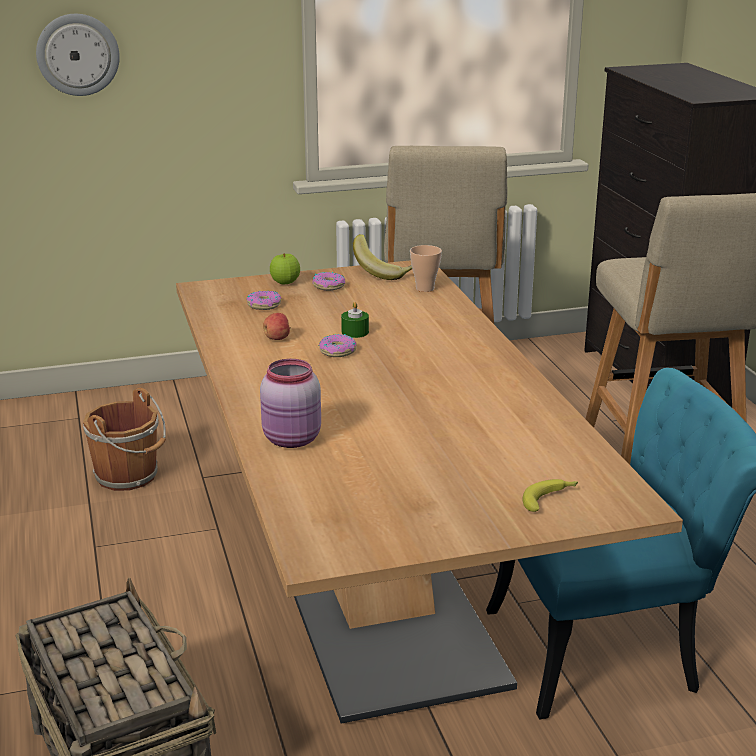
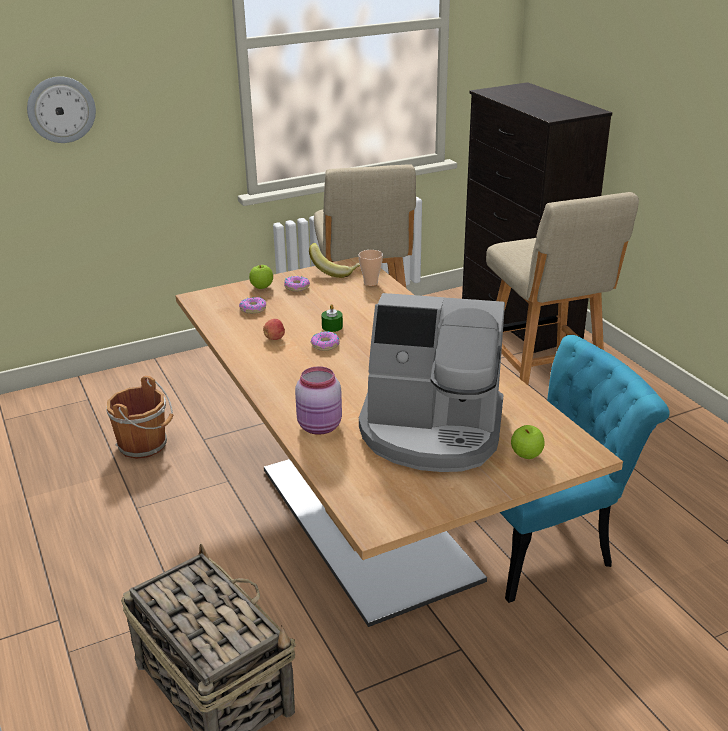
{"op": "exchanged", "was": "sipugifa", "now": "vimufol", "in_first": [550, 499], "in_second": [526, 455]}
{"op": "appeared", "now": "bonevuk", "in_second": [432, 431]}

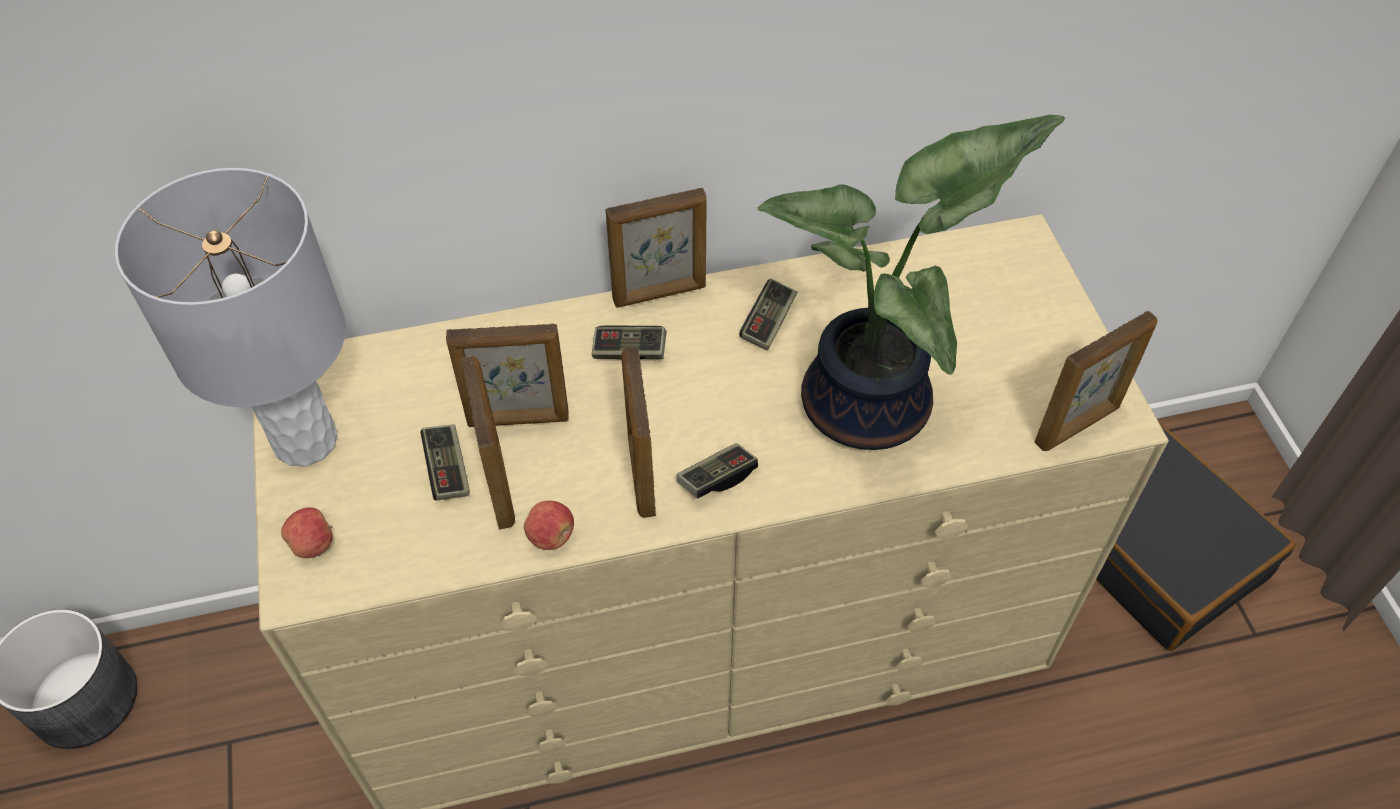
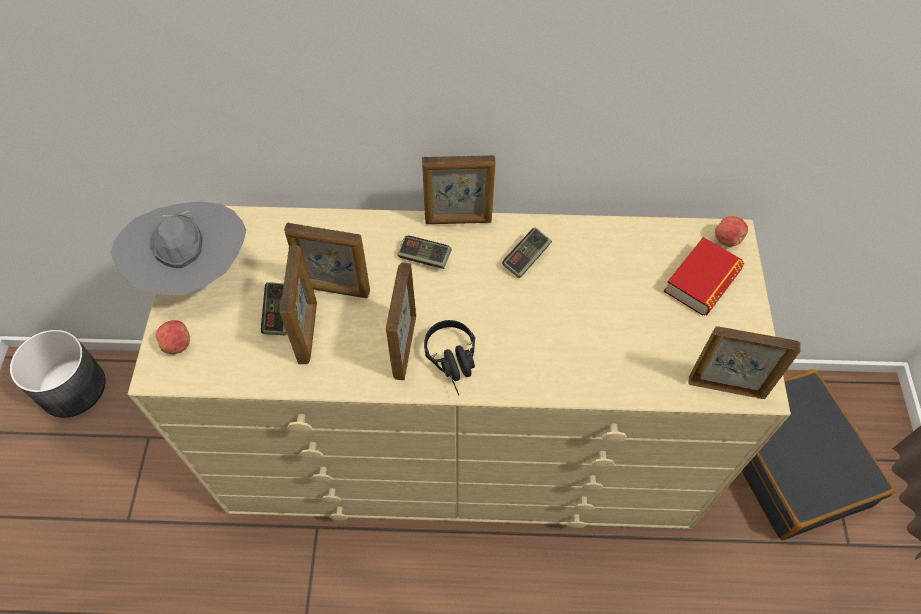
{"op": "missing", "was": "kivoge", "in_first": [873, 408]}
{"op": "exchanged", "was": "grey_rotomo", "now": "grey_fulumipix", "in_first": [305, 442], "in_second": [194, 272]}
{"op": "spun", "was": "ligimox", "in_first": [1078, 425], "in_second": [725, 386], "clockwise": -150}
{"op": "exchanged", "was": "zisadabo", "now": "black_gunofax", "in_first": [717, 478], "in_second": [454, 363]}
{"op": "relocated", "was": "vimufol", "in_first": [551, 536], "in_second": [727, 239]}
{"op": "appeared", "now": "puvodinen", "in_second": [702, 281]}

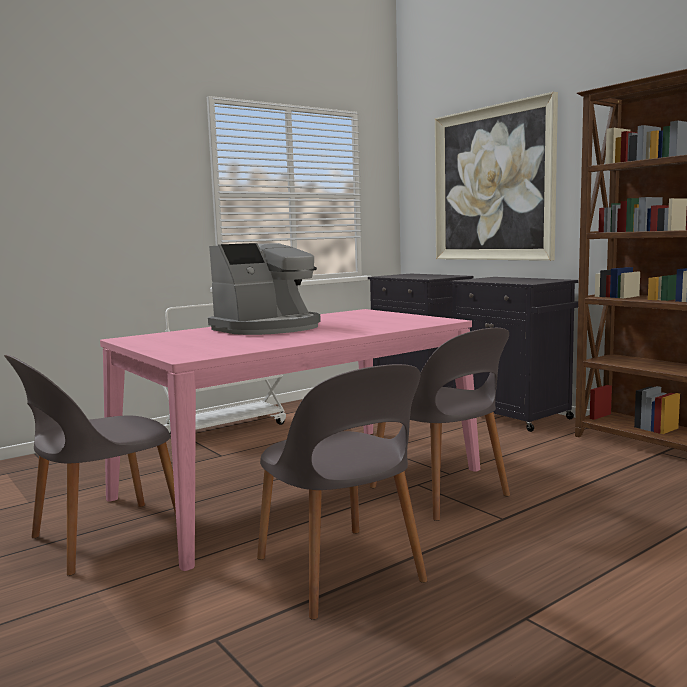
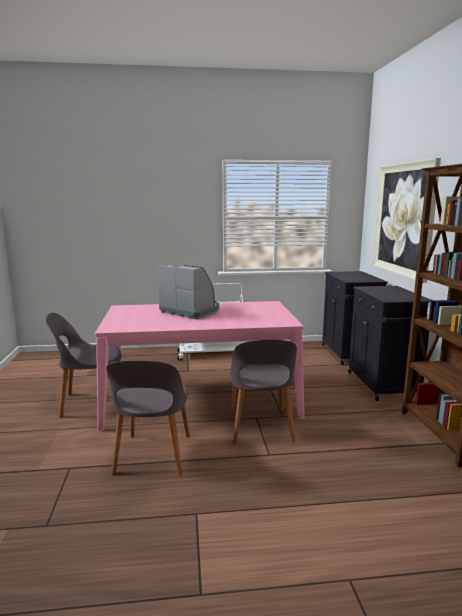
{"op": "spun", "was": "bonevuk", "in_first": [268, 328], "in_second": [191, 311], "clockwise": -135}

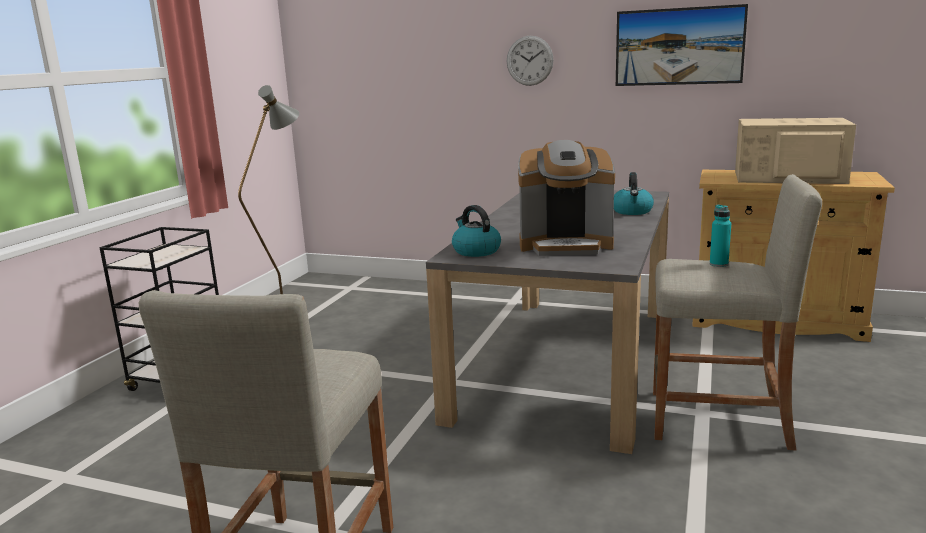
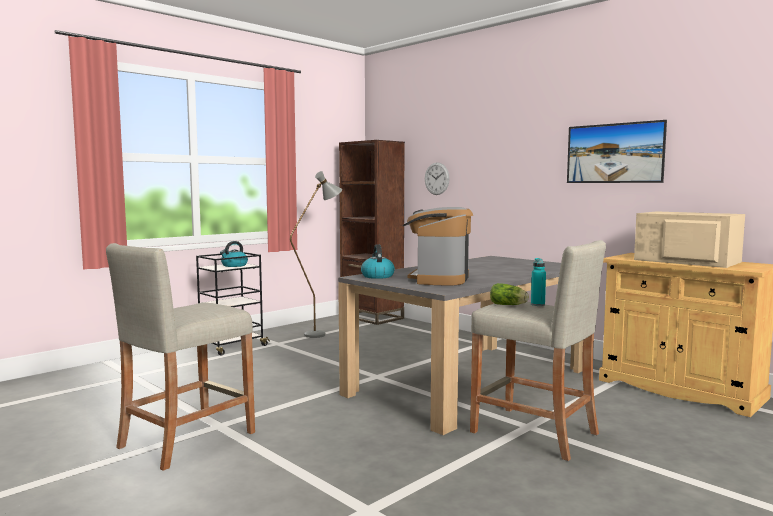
{"op": "relocated", "was": "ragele", "in_first": [529, 60], "in_second": [436, 178]}
{"op": "spun", "was": "bonevuk", "in_first": [565, 245], "in_second": [438, 279], "clockwise": 75}
{"op": "relocated", "was": "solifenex", "in_first": [632, 211], "in_second": [234, 265]}
{"op": "appeared", "now": "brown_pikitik", "in_second": [371, 317]}
{"op": "appeared", "now": "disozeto", "in_second": [509, 305]}

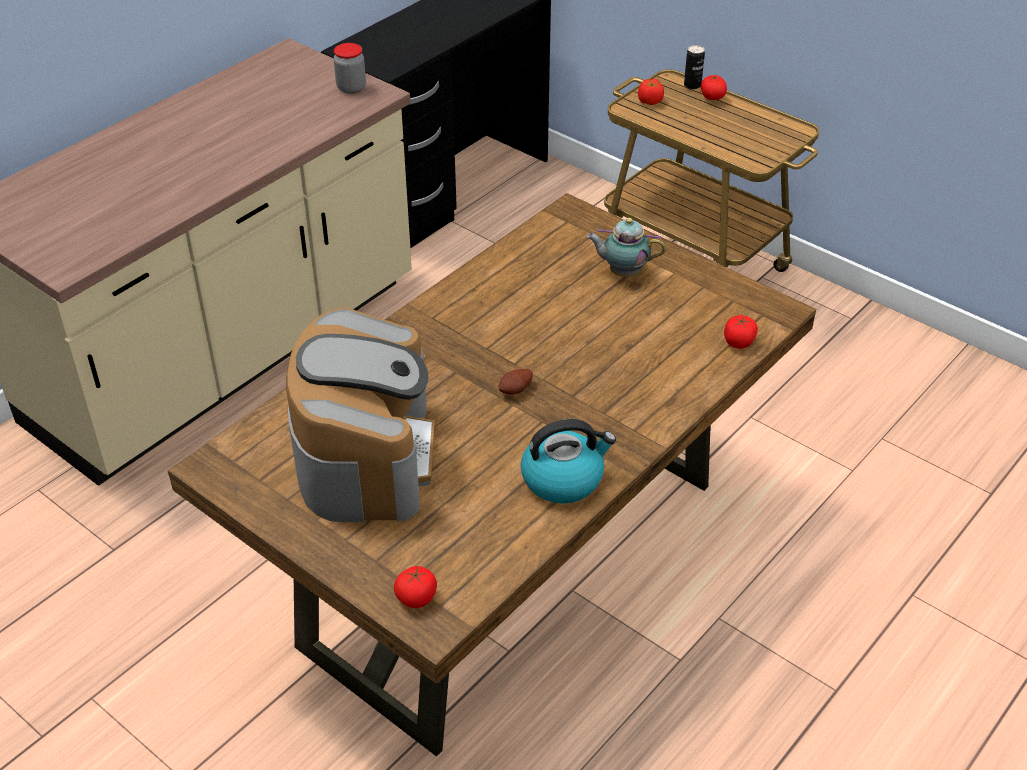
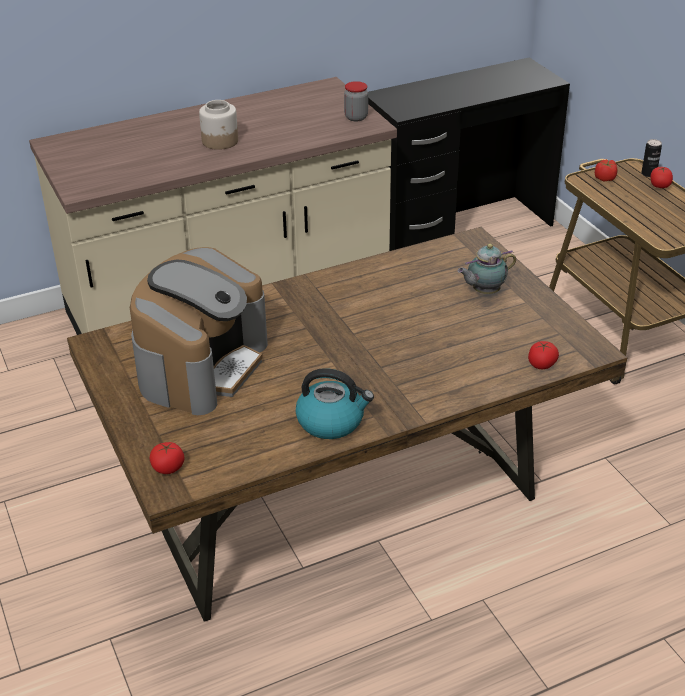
{"op": "spun", "was": "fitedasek", "in_first": [623, 272], "in_second": [484, 292], "clockwise": -60}
{"op": "missing", "was": "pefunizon", "in_first": [516, 390]}
{"op": "appeared", "now": "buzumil", "in_second": [220, 141]}

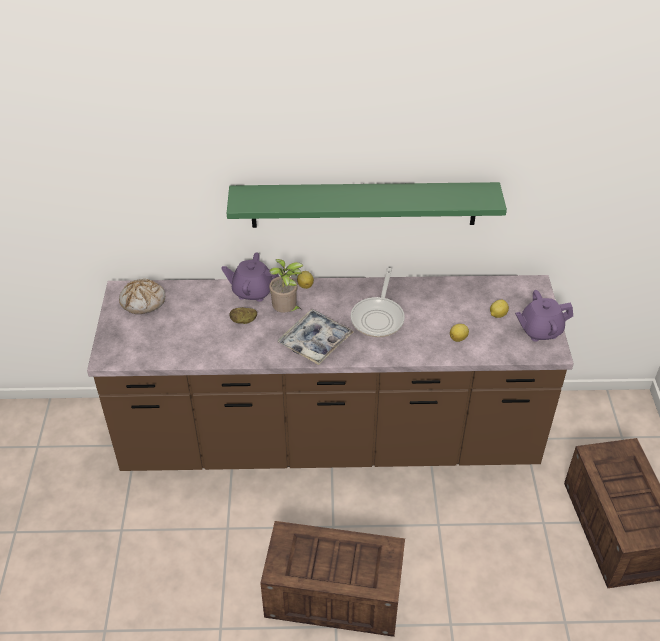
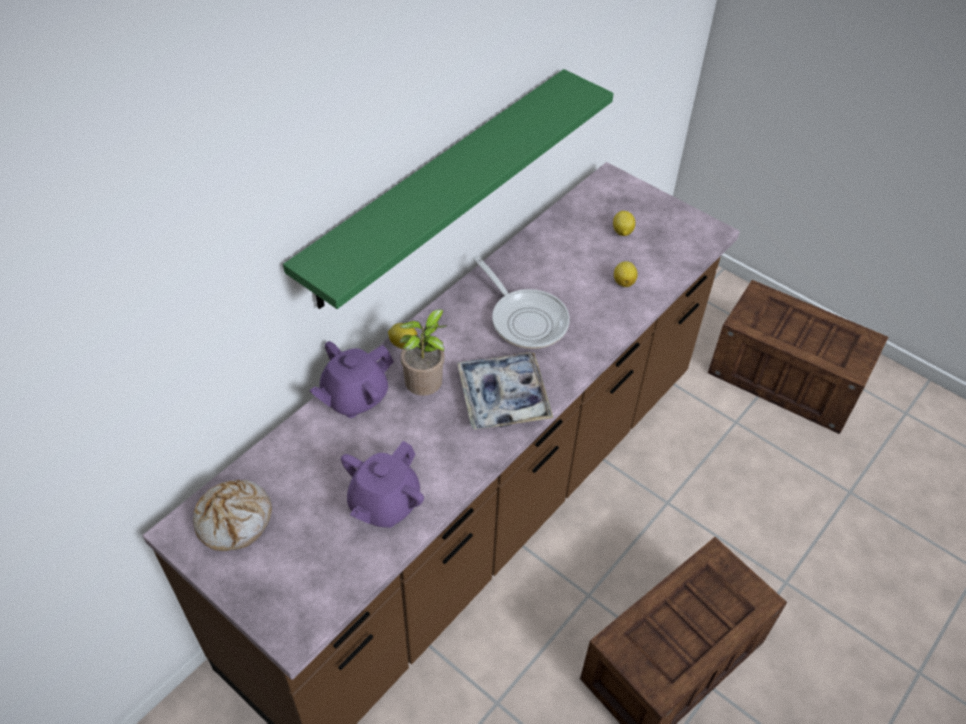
{"op": "relocated", "was": "purple_fitedasek", "in_first": [540, 330], "in_second": [384, 504]}
{"op": "missing", "was": "pefunizon", "in_first": [244, 321]}

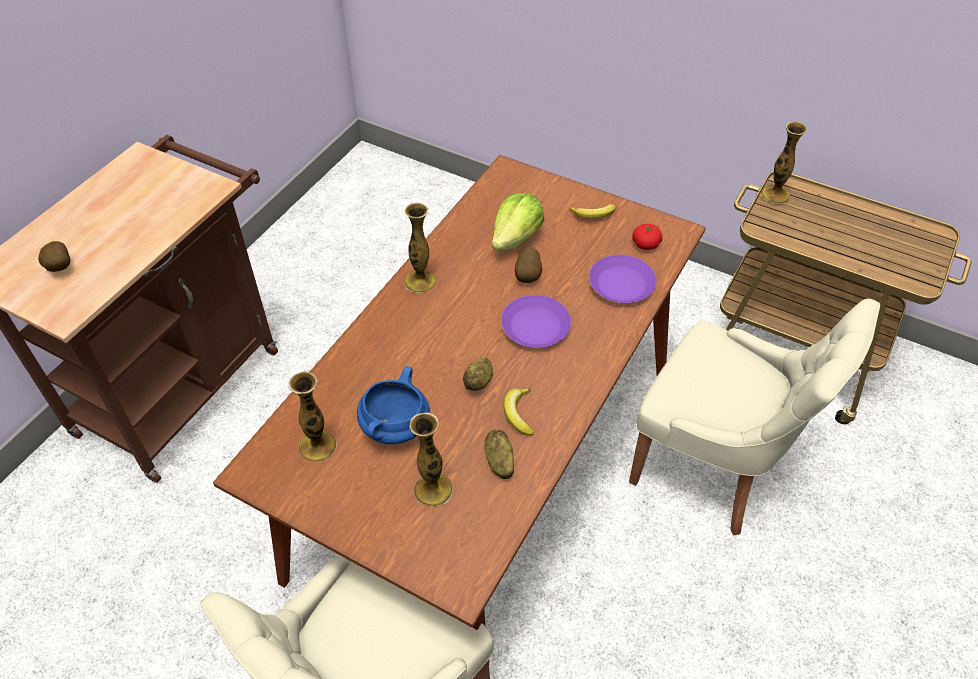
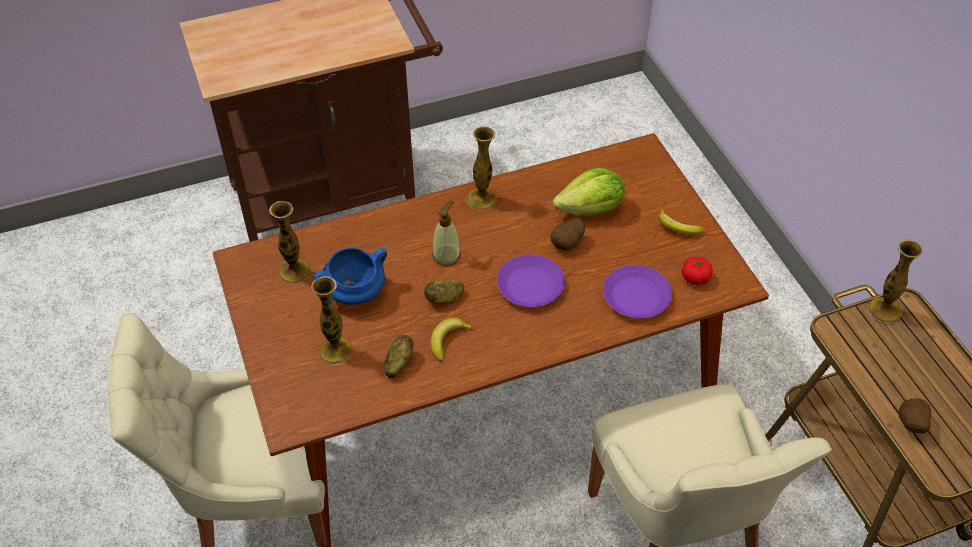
{"op": "relocated", "was": "pefunizon", "in_first": [59, 268], "in_second": [909, 425]}
{"op": "appeared", "now": "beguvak", "in_second": [446, 255]}

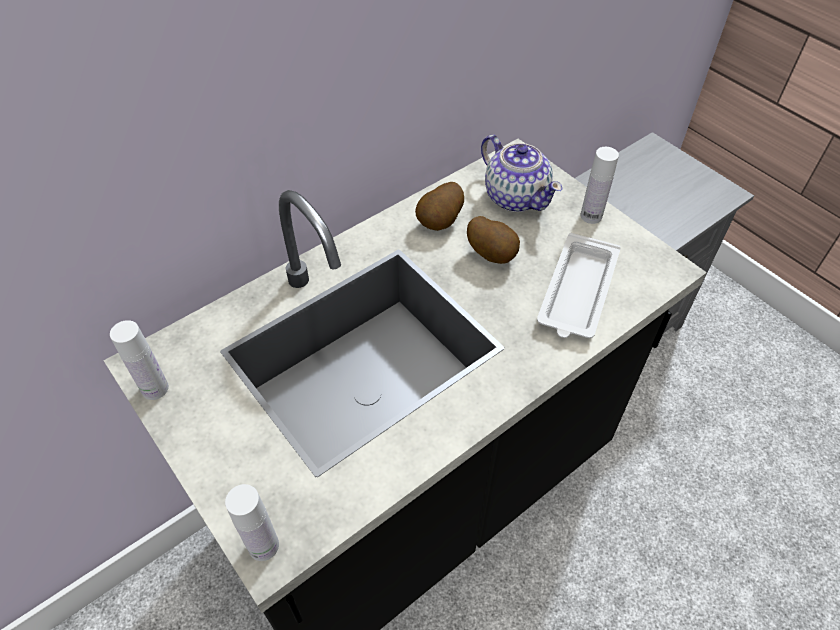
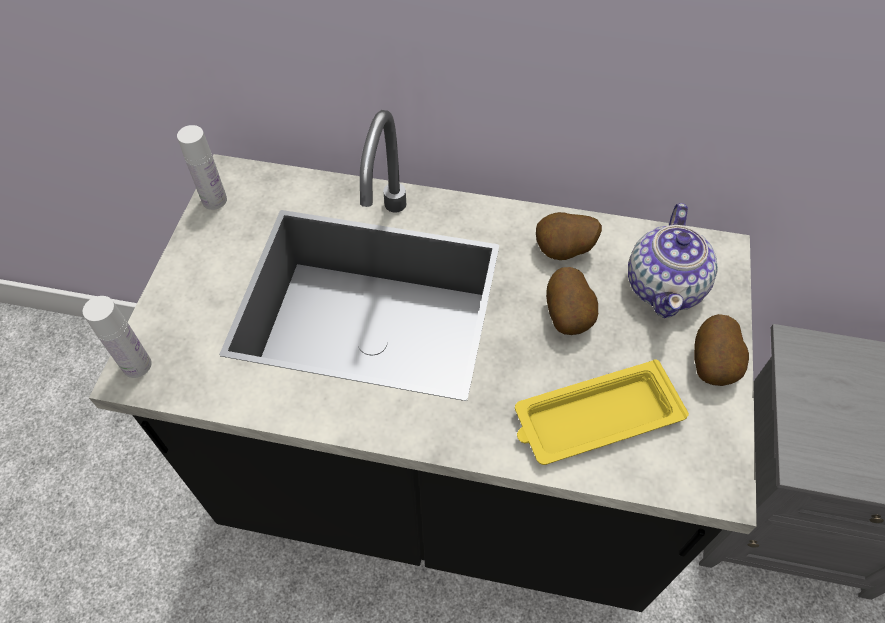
{"op": "exchanged", "was": "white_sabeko", "now": "pefunizon", "in_first": [591, 216], "in_second": [713, 366]}
{"op": "colour", "was": "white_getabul", "now": "yellow_getabul", "in_first": [577, 293], "in_second": [594, 418]}

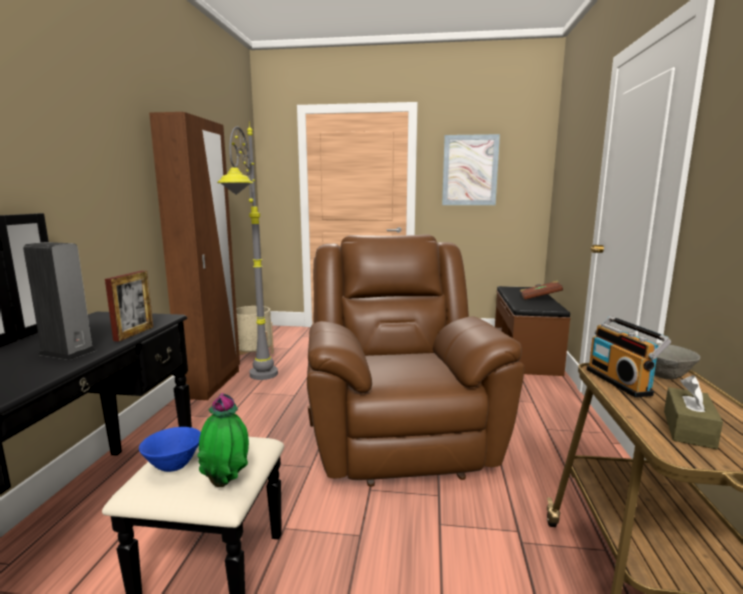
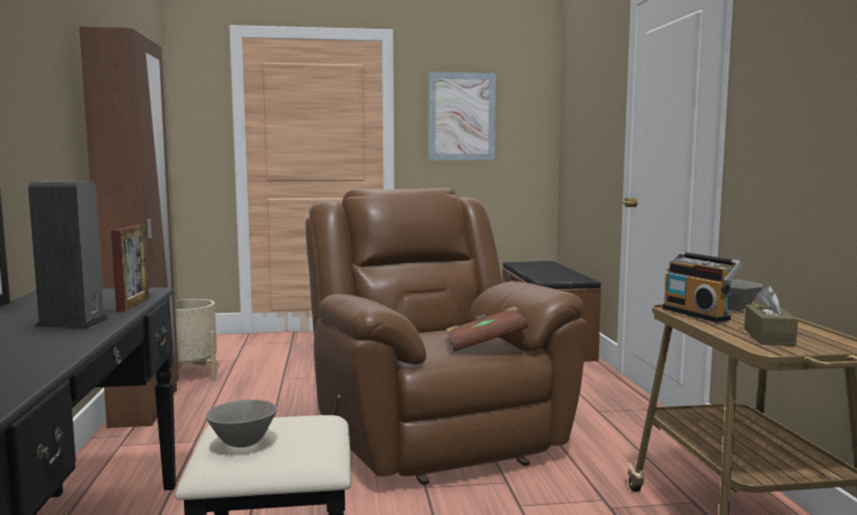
{"op": "missing", "was": "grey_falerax", "in_first": [256, 384]}
{"op": "relocated", "was": "brown_puvodinen", "in_first": [540, 298], "in_second": [485, 345]}
{"op": "missing", "was": "kivoge", "in_first": [227, 483]}
{"op": "colour", "was": "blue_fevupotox", "now": "grey_fevupotox", "in_first": [173, 466], "in_second": [242, 444]}

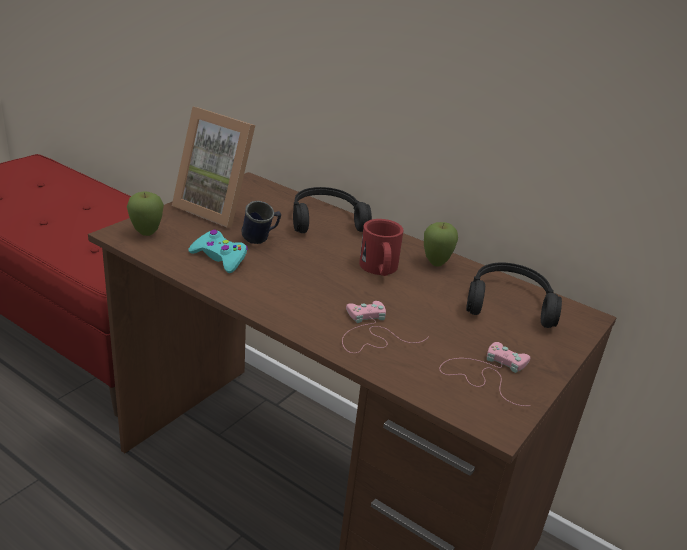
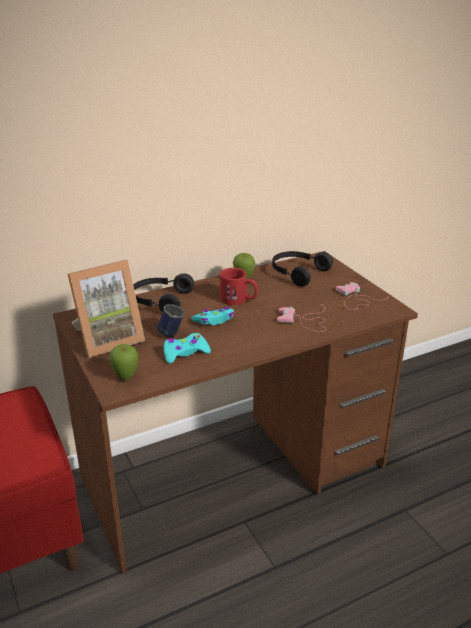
{"op": "appeared", "now": "turquoise_zisadabo", "in_second": [214, 320]}

